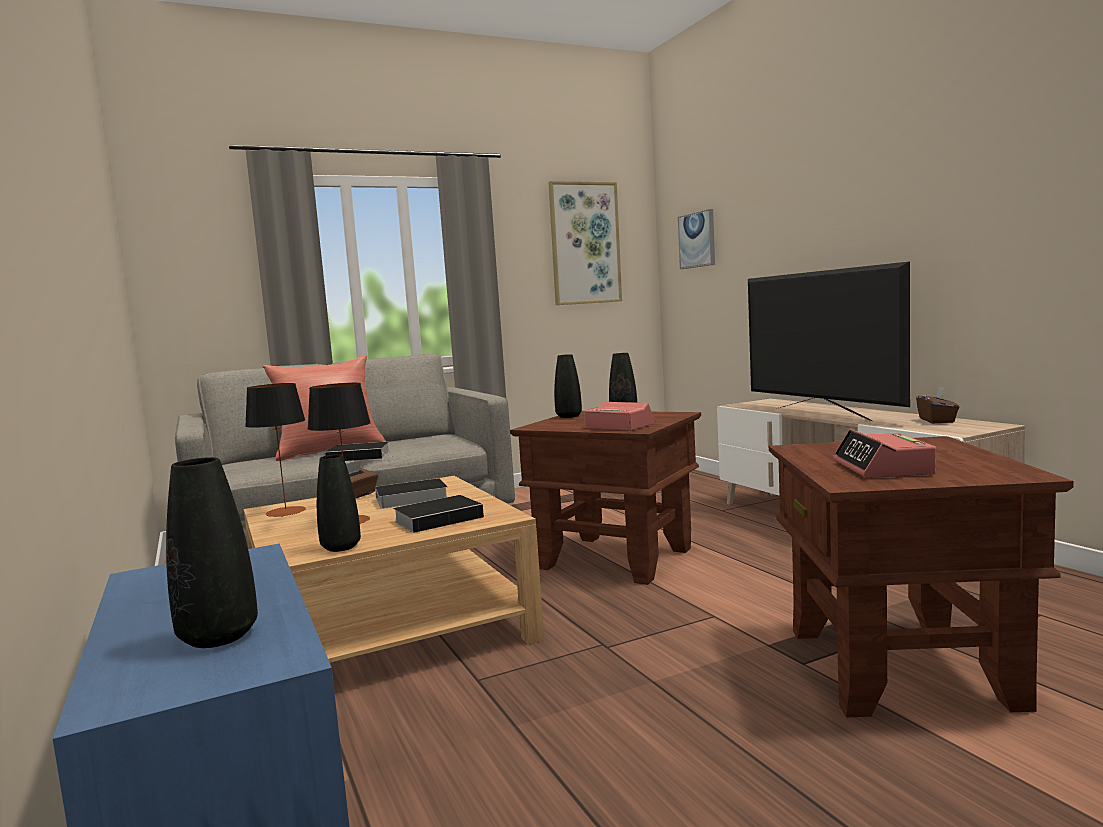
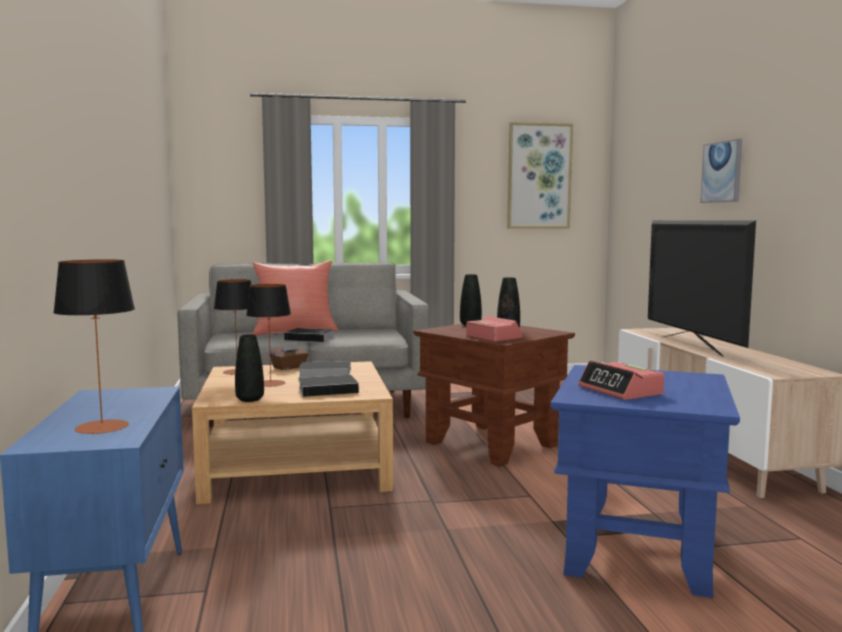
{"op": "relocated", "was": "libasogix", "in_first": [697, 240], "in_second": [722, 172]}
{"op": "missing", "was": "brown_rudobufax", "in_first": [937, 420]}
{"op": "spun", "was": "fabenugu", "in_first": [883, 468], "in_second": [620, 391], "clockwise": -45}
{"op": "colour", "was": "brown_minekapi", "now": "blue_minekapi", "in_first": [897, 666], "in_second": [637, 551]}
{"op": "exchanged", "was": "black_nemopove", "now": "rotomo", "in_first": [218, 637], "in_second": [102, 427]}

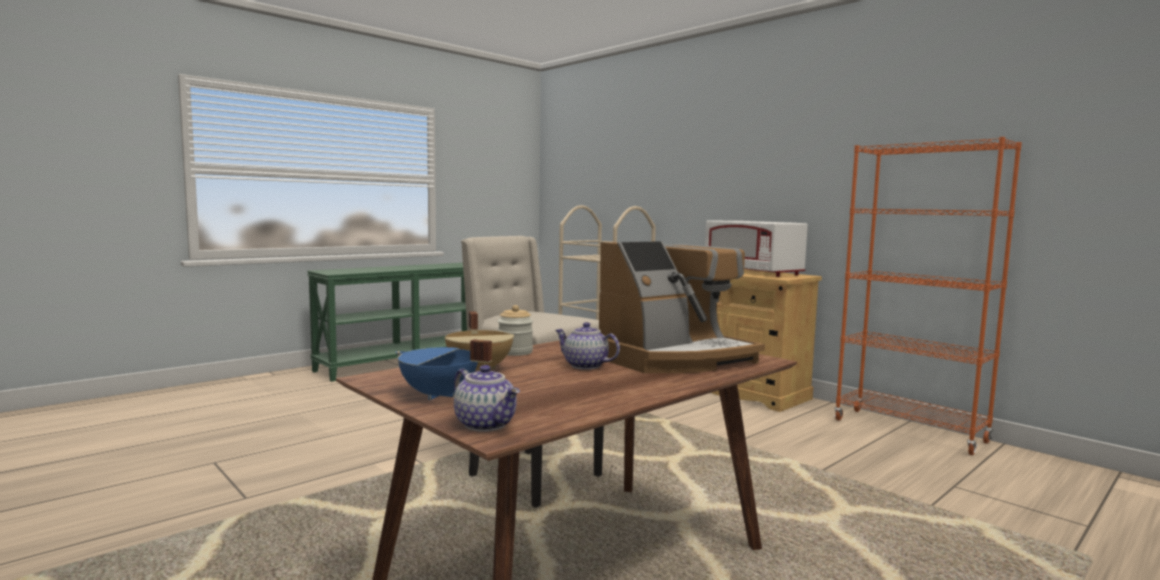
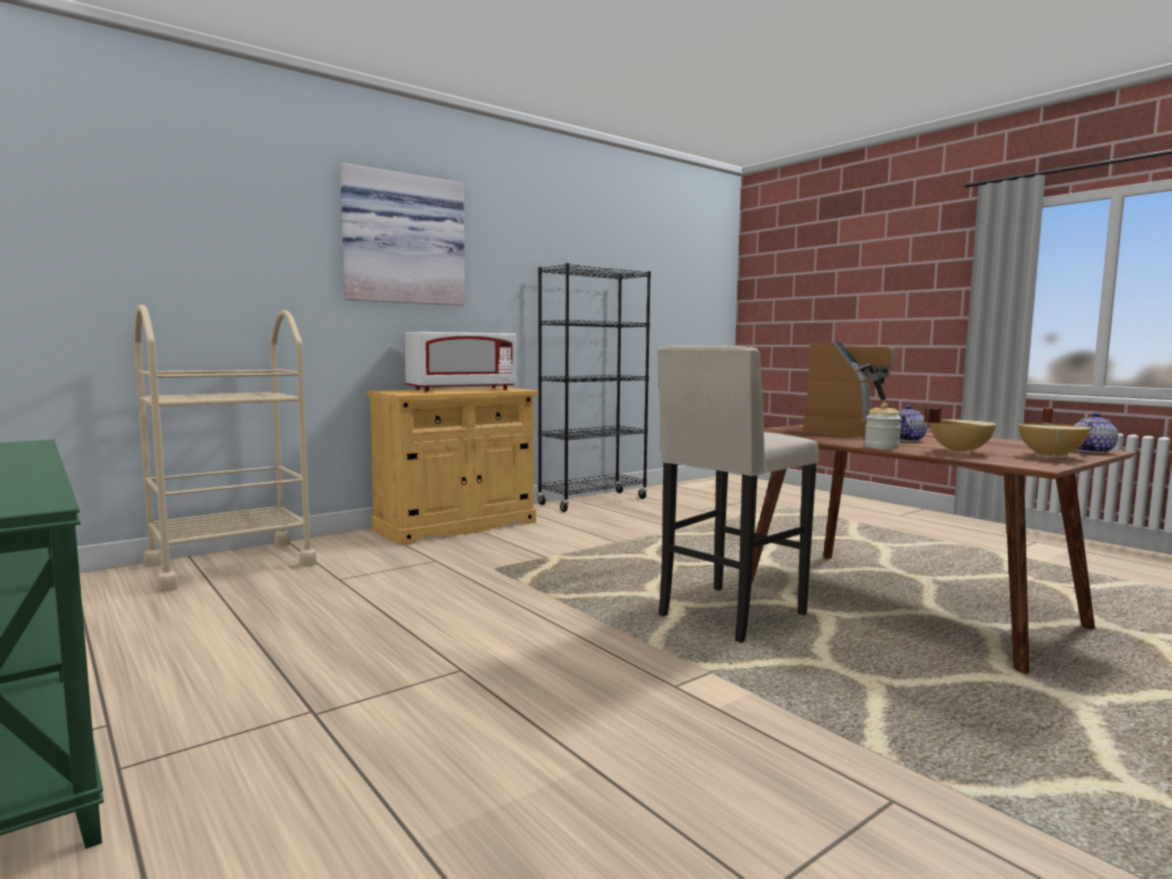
{"op": "colour", "was": "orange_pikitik", "now": "black_pikitik", "in_first": [909, 431], "in_second": [593, 501]}
{"op": "spun", "was": "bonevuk", "in_first": [674, 359], "in_second": [854, 430], "clockwise": 60}
{"op": "colour", "was": "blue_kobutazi", "now": "beige_kobutazi", "in_first": [438, 395], "in_second": [1052, 456]}
{"op": "appeared", "now": "libasogix", "in_second": [403, 239]}

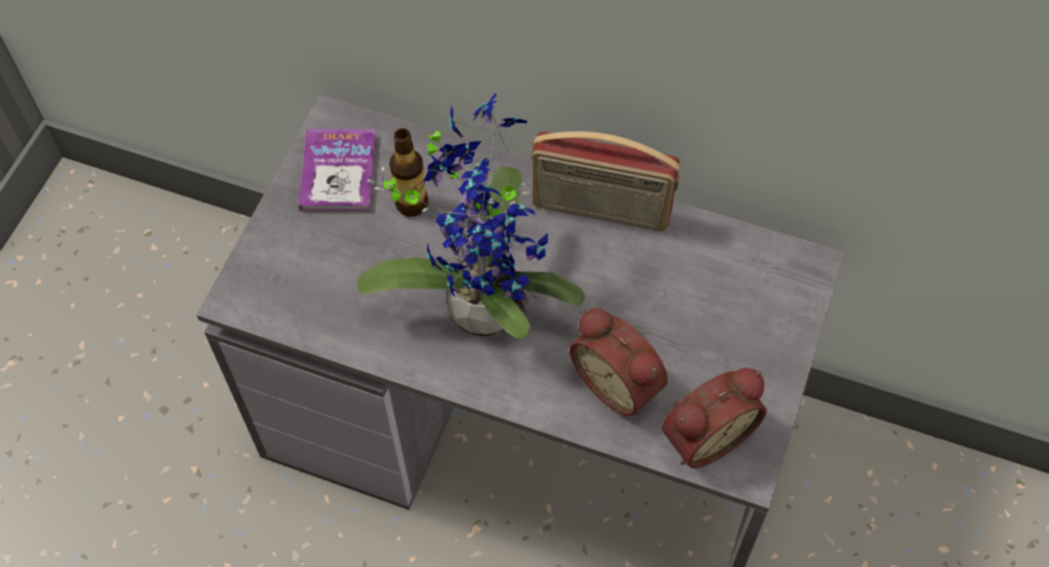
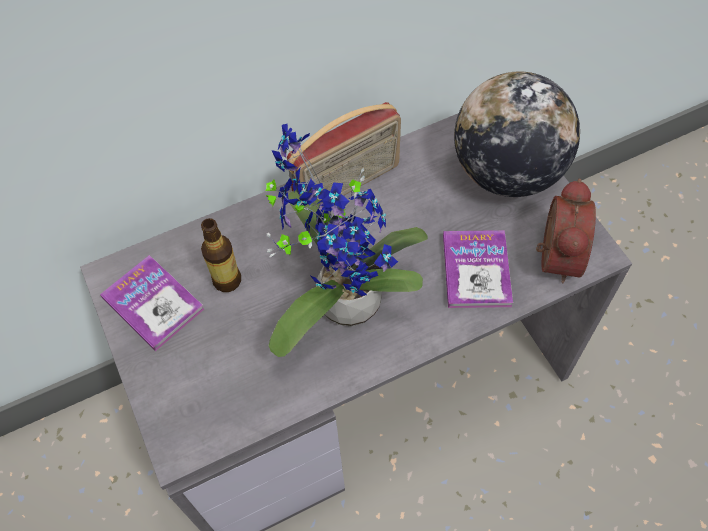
{"op": "exchanged", "was": "fabenugu", "now": "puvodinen", "in_first": [620, 382], "in_second": [476, 270]}
{"op": "appeared", "now": "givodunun", "in_second": [507, 172]}

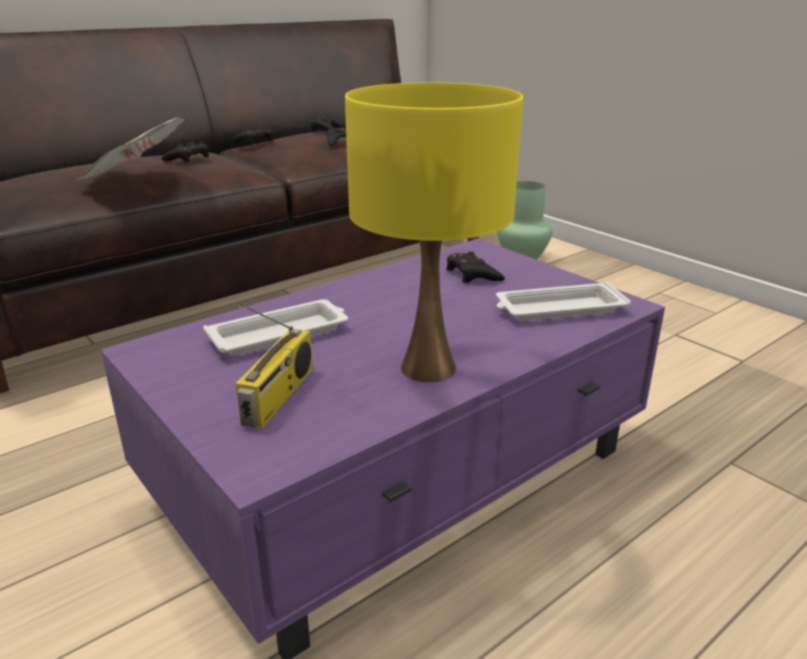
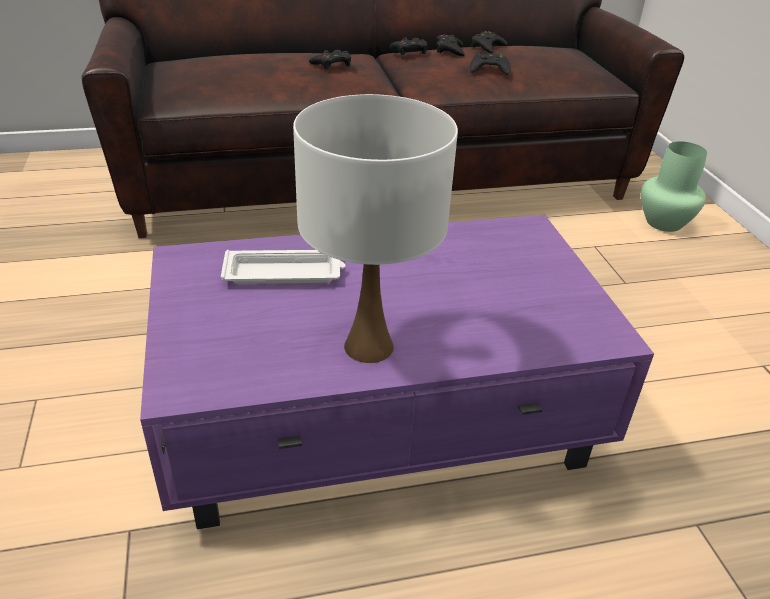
{"op": "colour", "was": "yellow_rotomo", "now": "white_rotomo", "in_first": [429, 367], "in_second": [369, 346]}
{"op": "missing", "was": "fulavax", "in_first": [135, 180]}
{"op": "relocated", "was": "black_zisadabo", "in_first": [472, 274], "in_second": [450, 50]}
{"op": "missing", "was": "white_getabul", "in_first": [558, 309]}
{"op": "missing", "was": "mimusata", "in_first": [279, 397]}

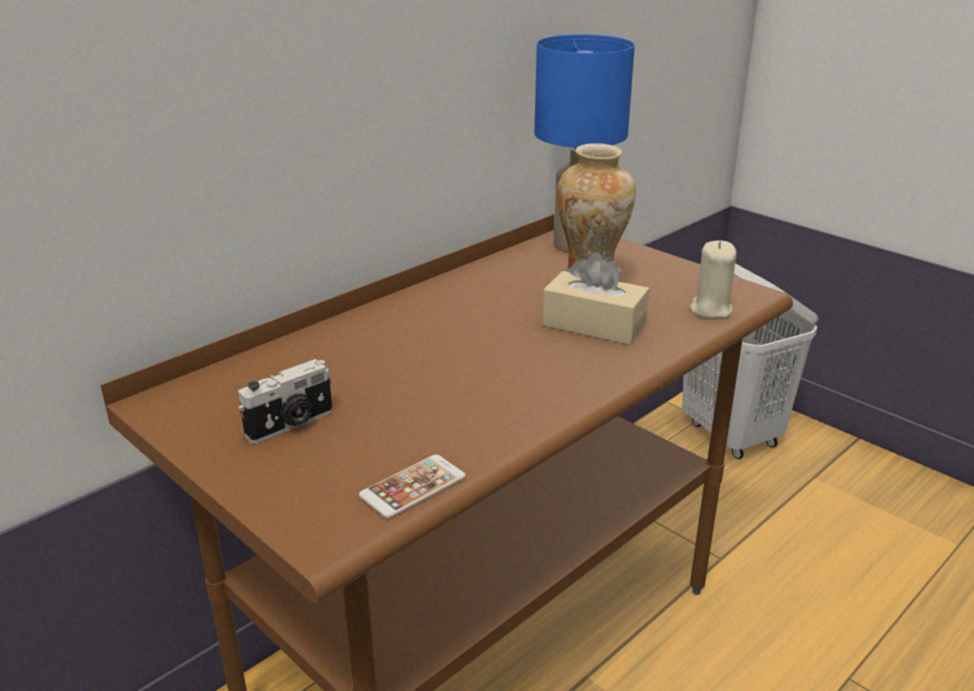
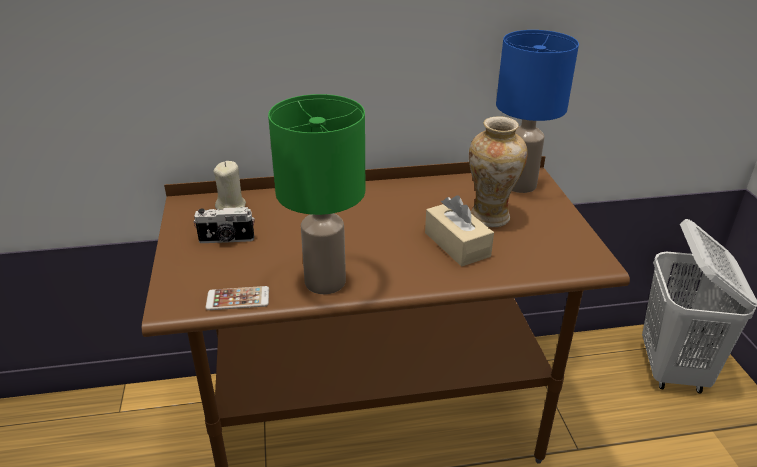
{"op": "relocated", "was": "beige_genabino", "in_first": [710, 309], "in_second": [231, 206]}
{"op": "appeared", "now": "green_rotomo", "in_second": [323, 281]}

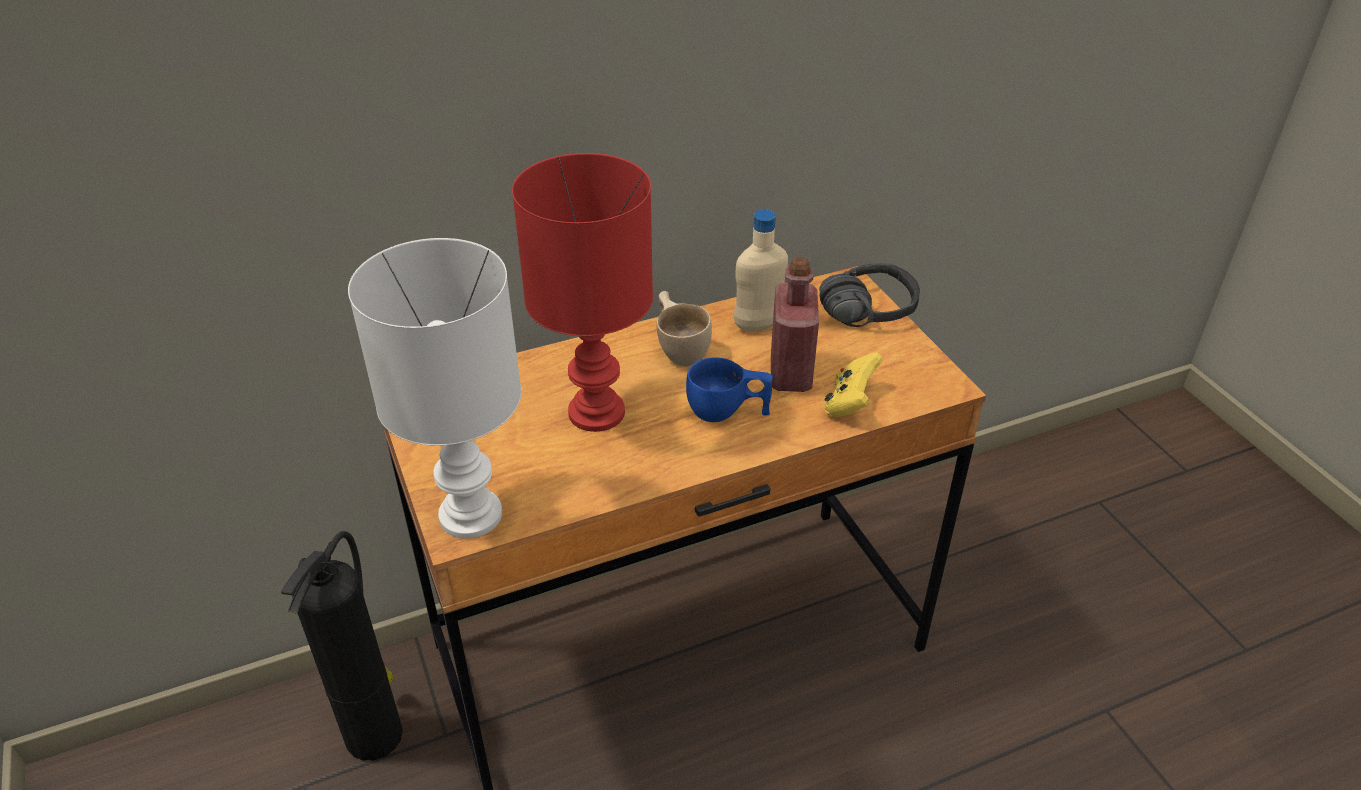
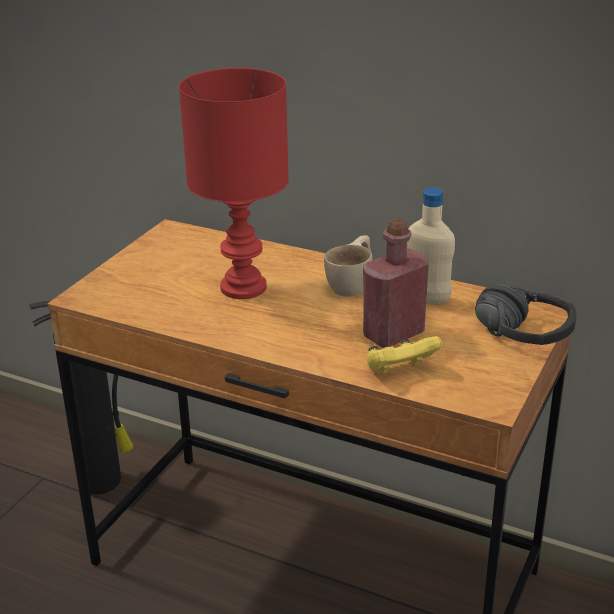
{"op": "missing", "was": "white_rotomo", "in_first": [470, 513]}
{"op": "missing", "was": "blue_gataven", "in_first": [727, 412]}

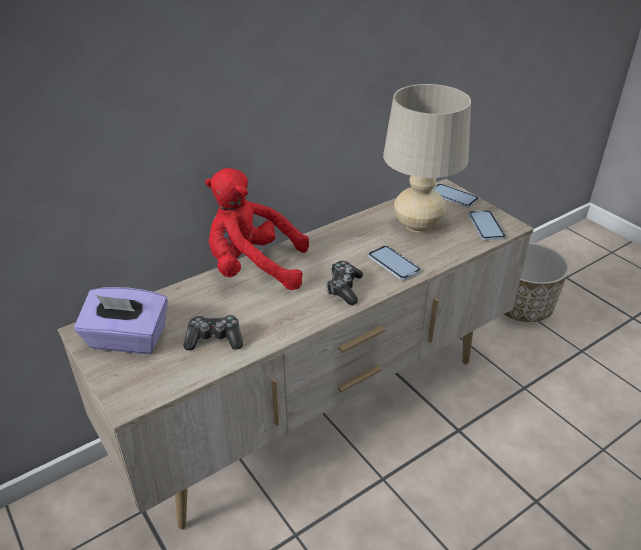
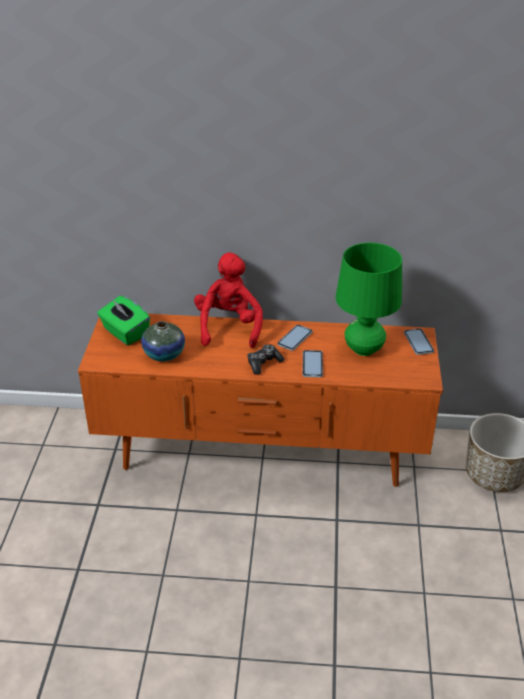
{"op": "colour", "was": "beige_rotomo", "now": "green_rotomo", "in_first": [418, 225], "in_second": [364, 349]}
{"op": "spun", "was": "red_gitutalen", "in_first": [253, 269], "in_second": [229, 327], "clockwise": 45}
{"op": "colour", "was": "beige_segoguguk", "now": "orange_segoguguk", "in_first": [320, 411], "in_second": [261, 456]}
{"op": "relocated", "was": "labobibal", "in_first": [486, 226], "in_second": [295, 338]}
{"op": "colour", "was": "purple_rudobufax", "now": "green_rudobufax", "in_first": [127, 340], "in_second": [125, 333]}
{"op": "exchanged", "was": "zisadabo", "now": "nemopove", "in_first": [214, 339], "in_second": [164, 354]}

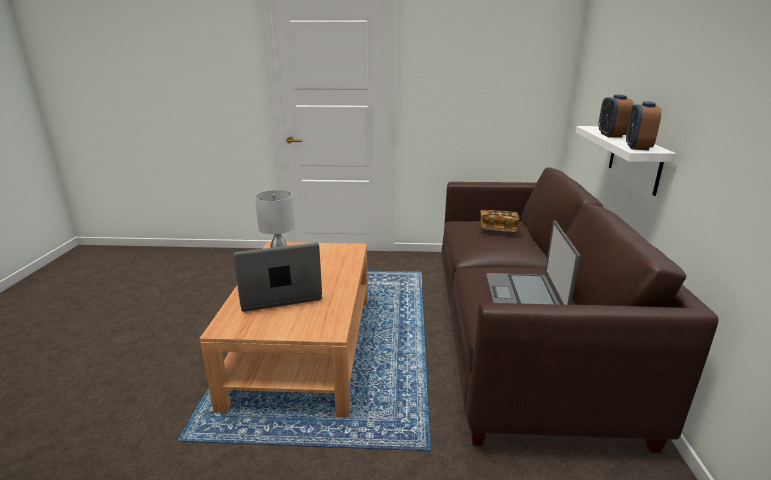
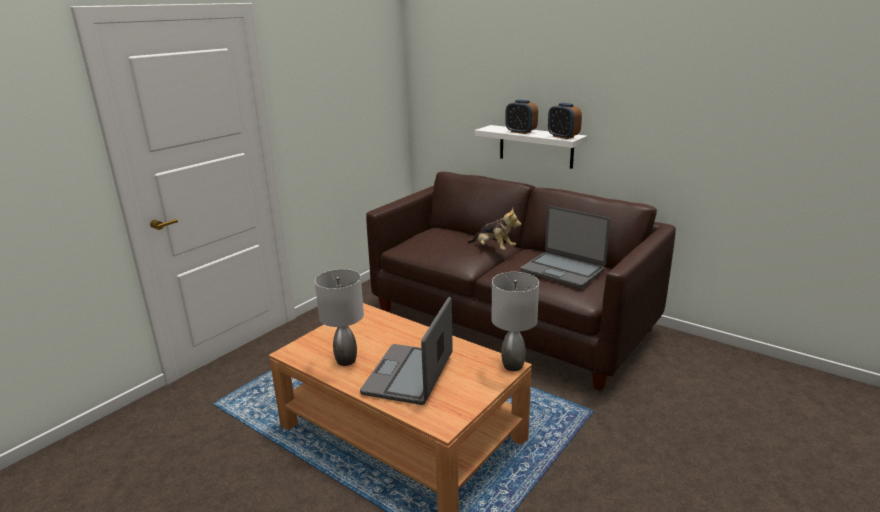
{"op": "missing", "was": "puvodinen", "in_first": [497, 229]}
{"op": "appeared", "now": "gitutalen", "in_second": [493, 249]}
{"op": "appeared", "now": "grey_rotomo", "in_second": [513, 366]}

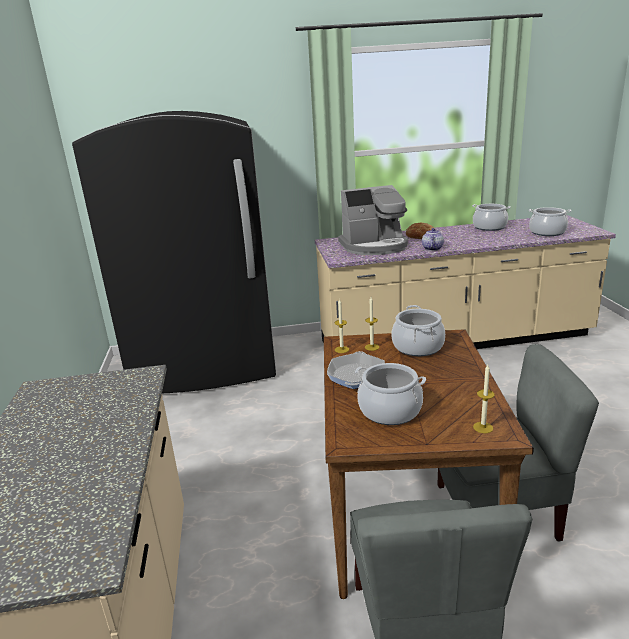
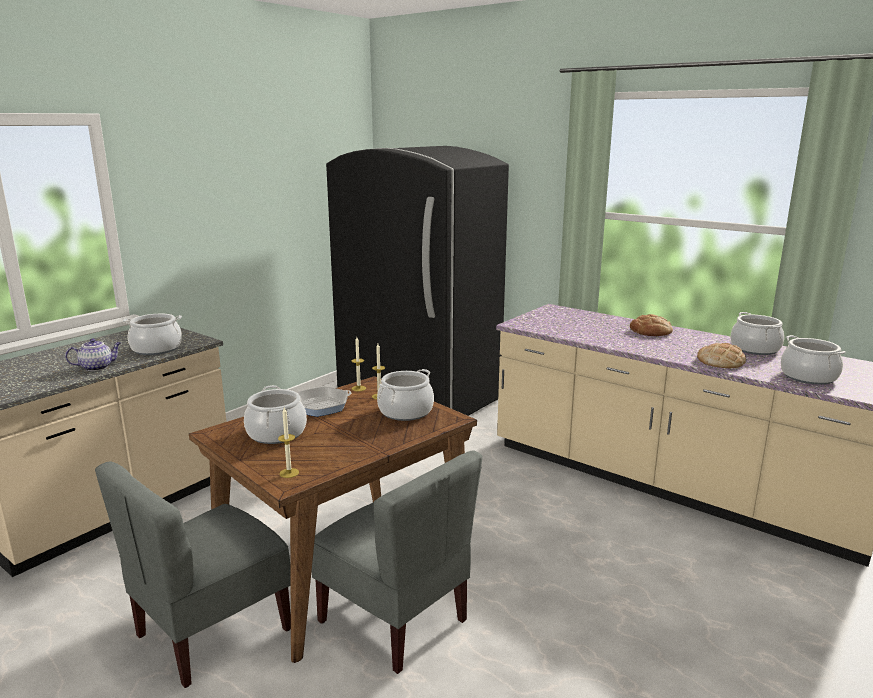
{"op": "missing", "was": "bonevuk", "in_first": [374, 246]}
{"op": "relocated", "was": "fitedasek", "in_first": [432, 248], "in_second": [97, 367]}
{"op": "appeared", "now": "kobutazi", "in_second": [156, 349]}
{"op": "appeared", "now": "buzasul", "in_second": [720, 362]}

